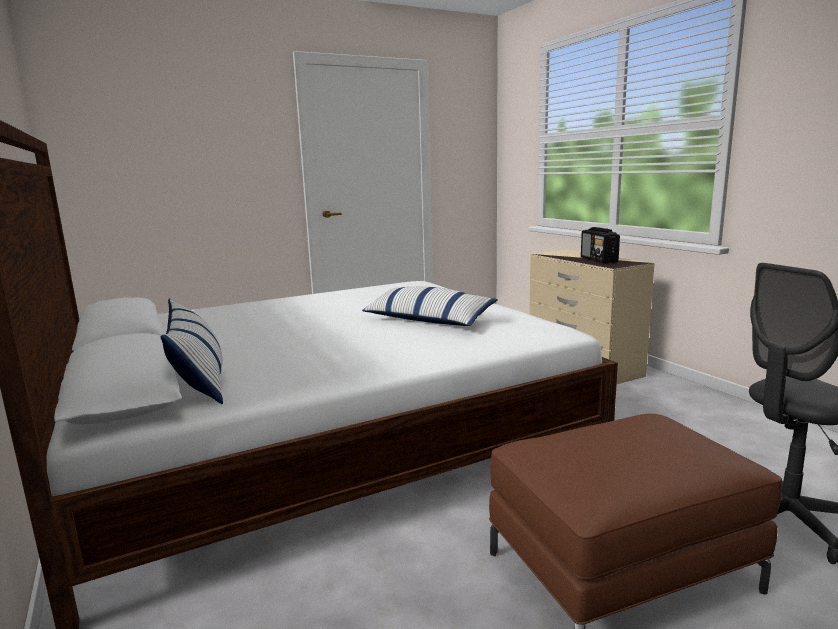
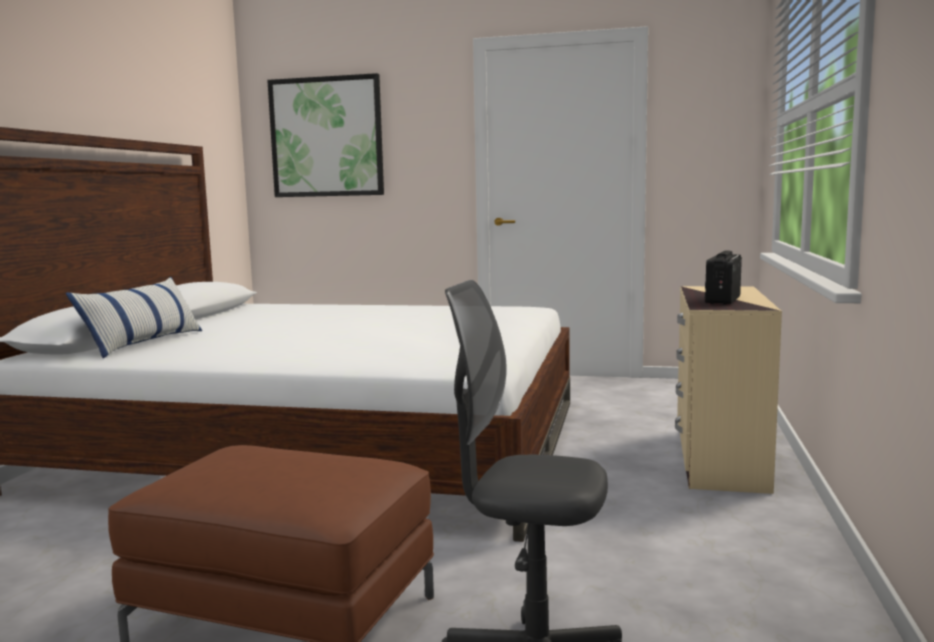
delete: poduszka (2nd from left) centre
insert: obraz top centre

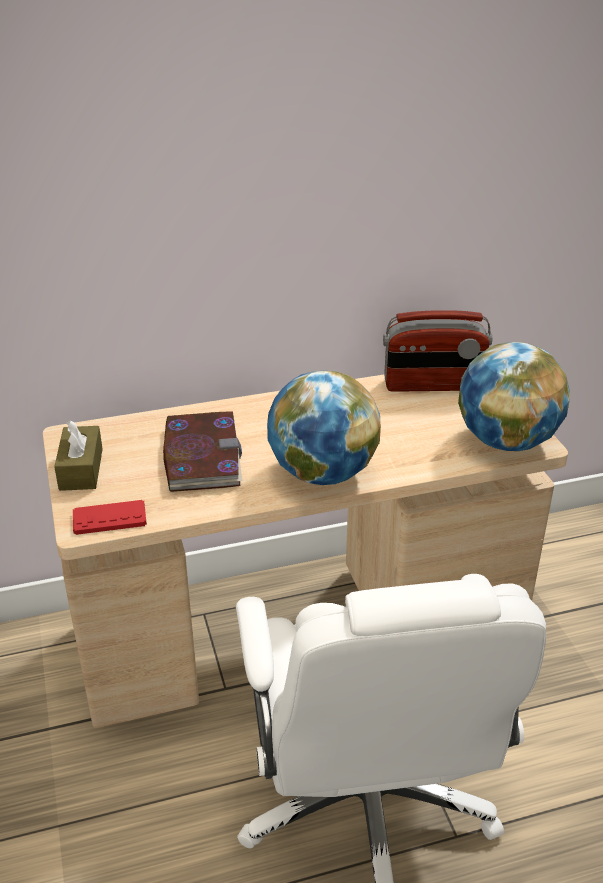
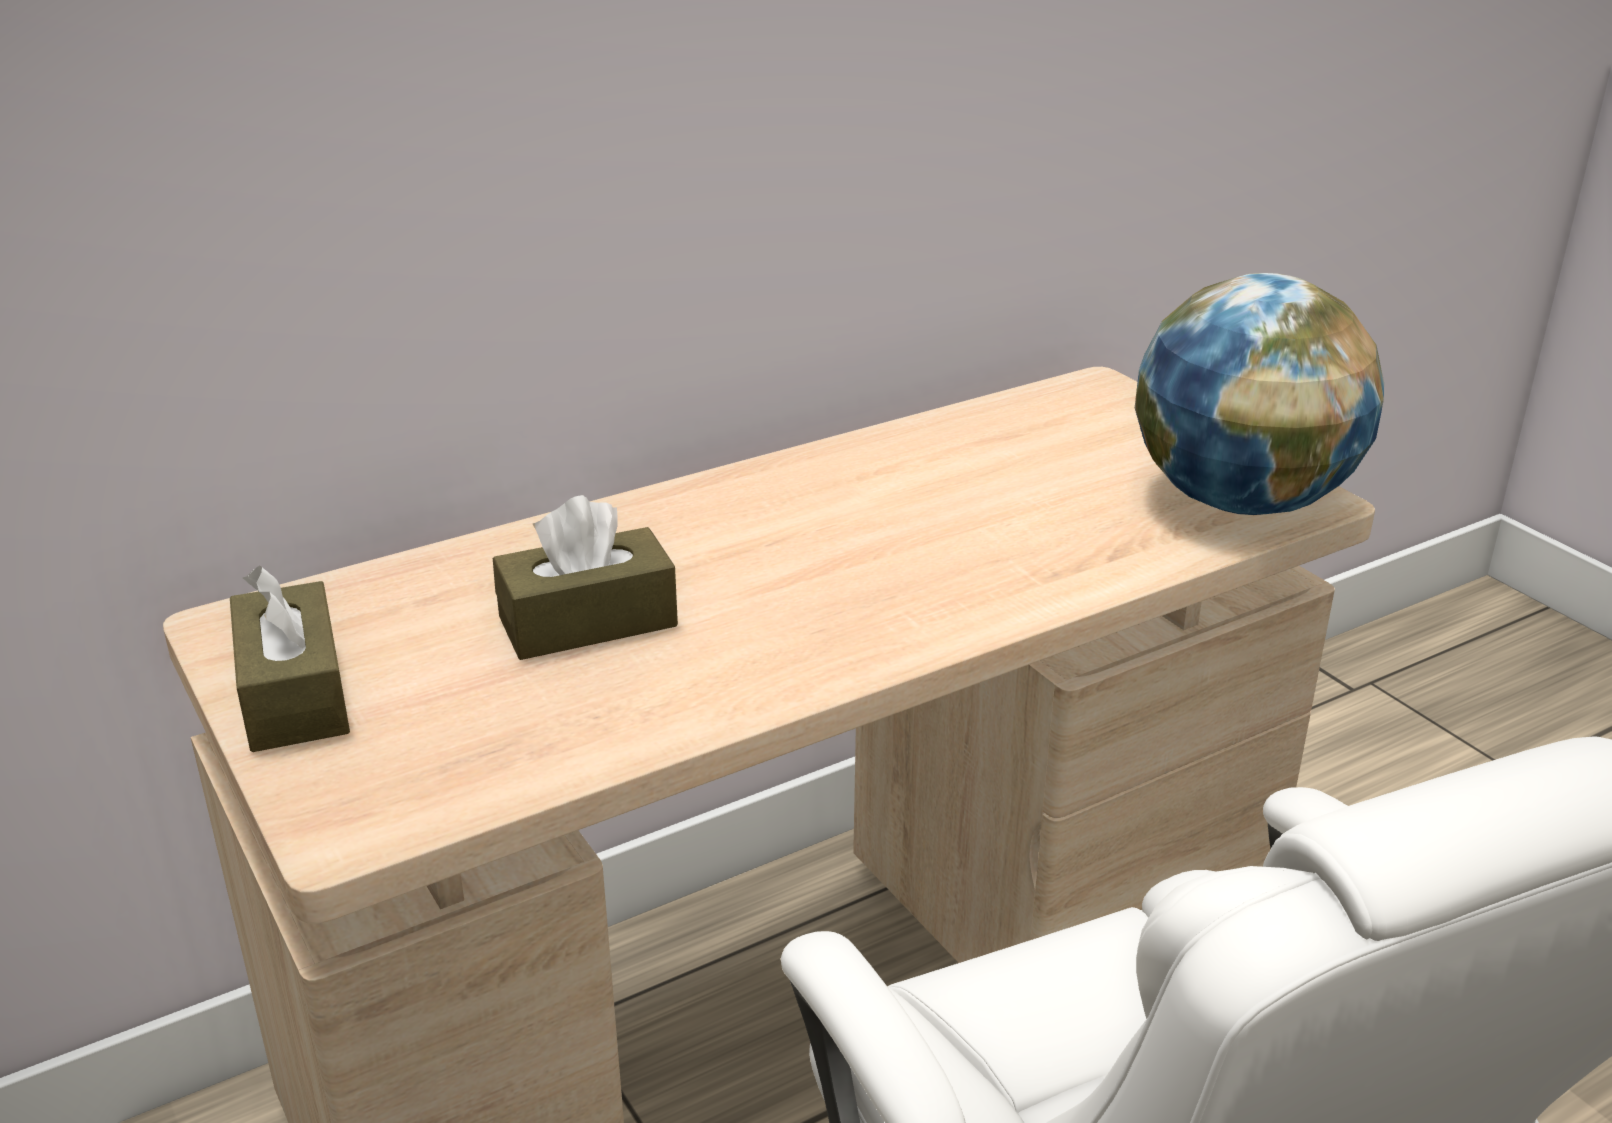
delete: pad do gier/czerwony middle left; globus (1st from left) centre; radio middle right
replace: książka centre to pudełko chusteczek/brązowy (2nd from left) centre

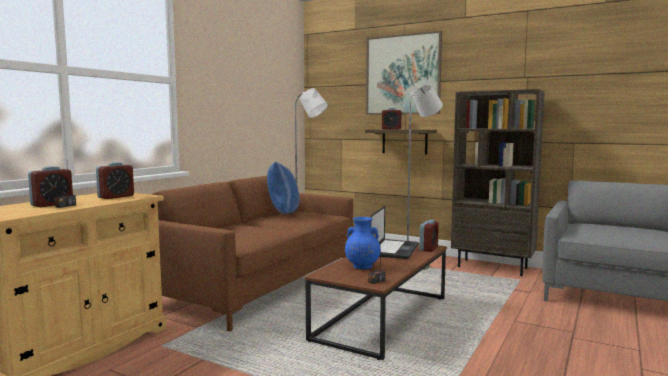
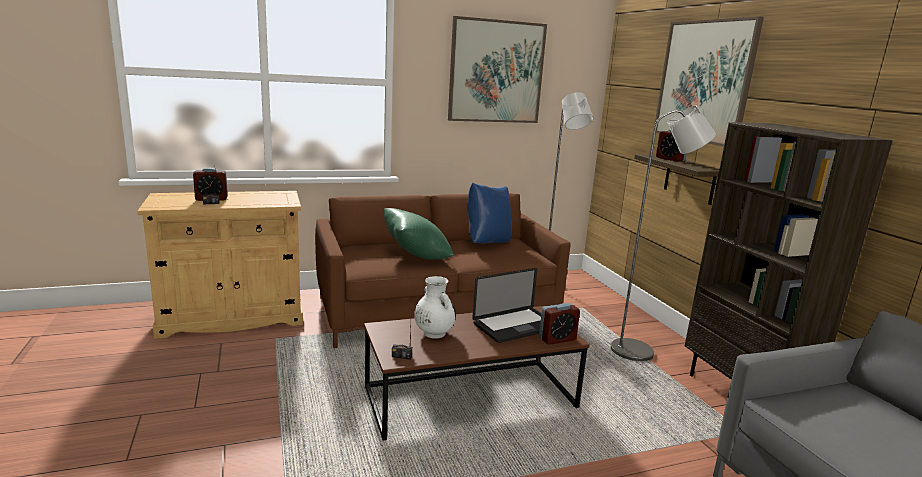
delete: budzik (2nd from left) middle left
insert: poduszka/zielony centre; obraz (1st from left) top centre
recolor: wazon/niebieski centre to wazon/biały centre

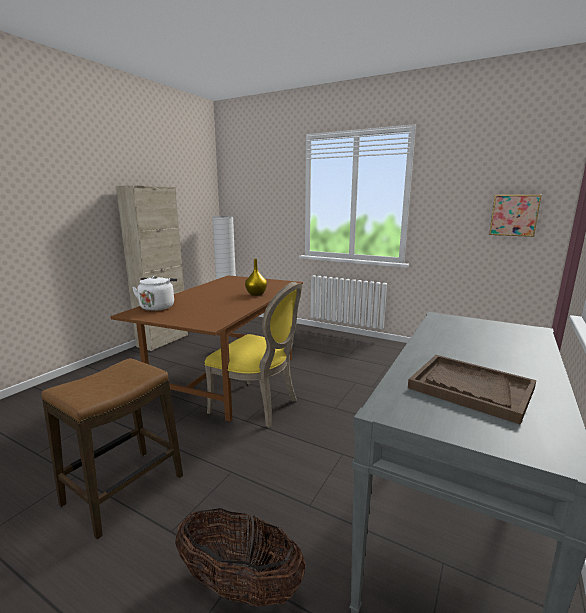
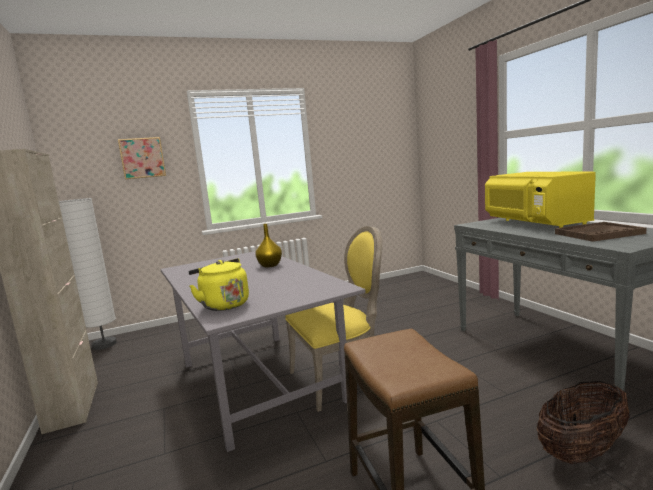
insert: mikrofalówka/żółty middle right
move: obraz middle right to top left
recolor: stół jadalny/brązowy centre to stół jadalny/szary bottom centre; czajnik/biały middle left to czajnik/żółty centre

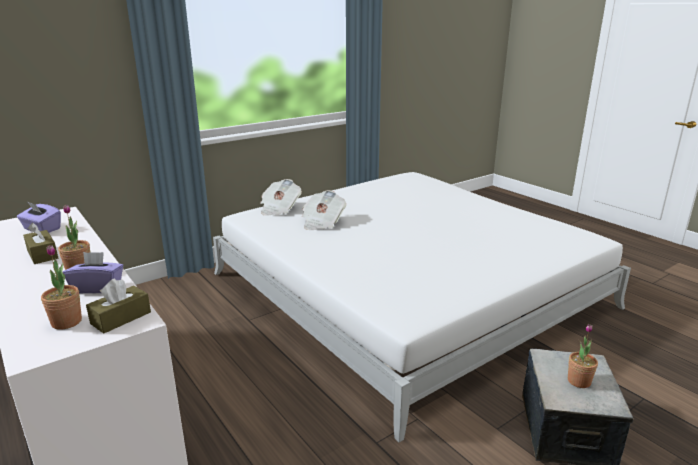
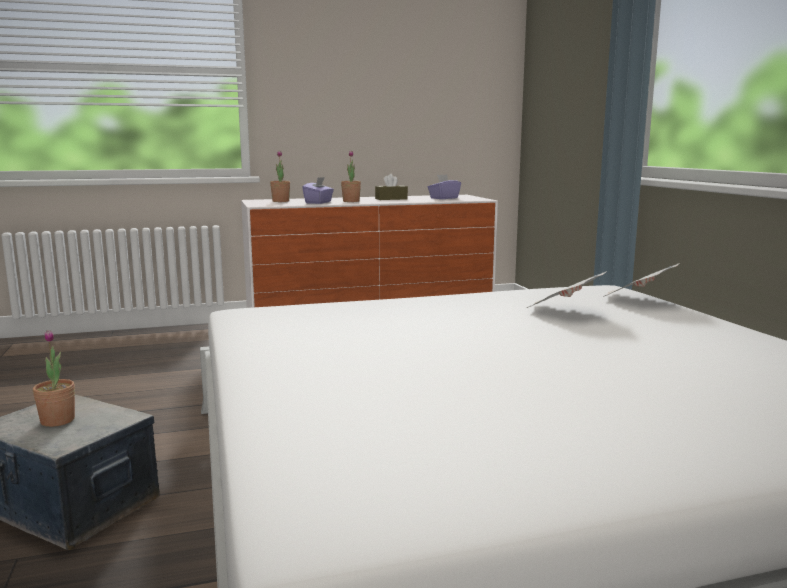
delete: pudełko chusteczek/brązowy (2nd from left) middle left

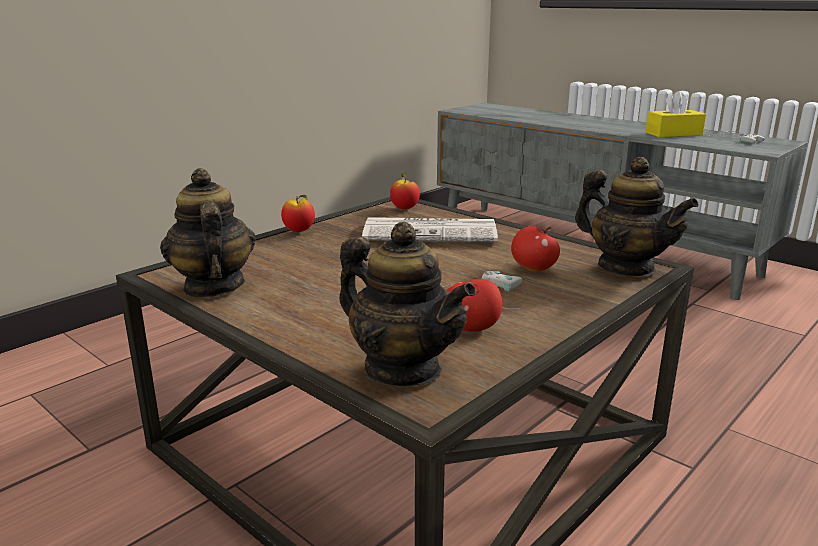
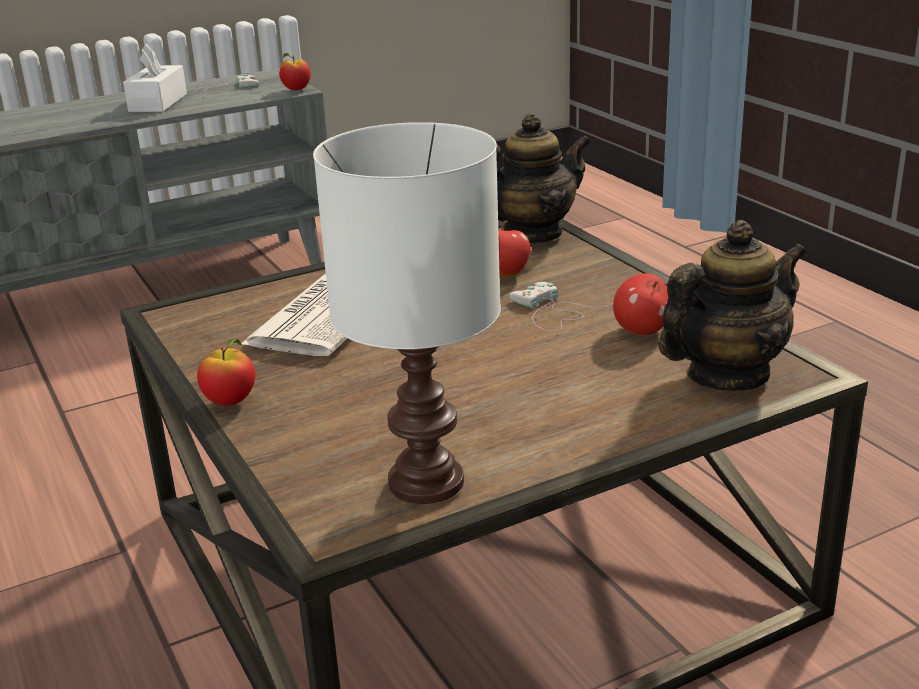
move: jabłko (2nd from left) centre to top left
replace: imbryk (1st from left) middle left to lampa stołowa/biały centre
recolor: pudełko chusteczek/żółty top right to pudełko chusteczek/biały top left

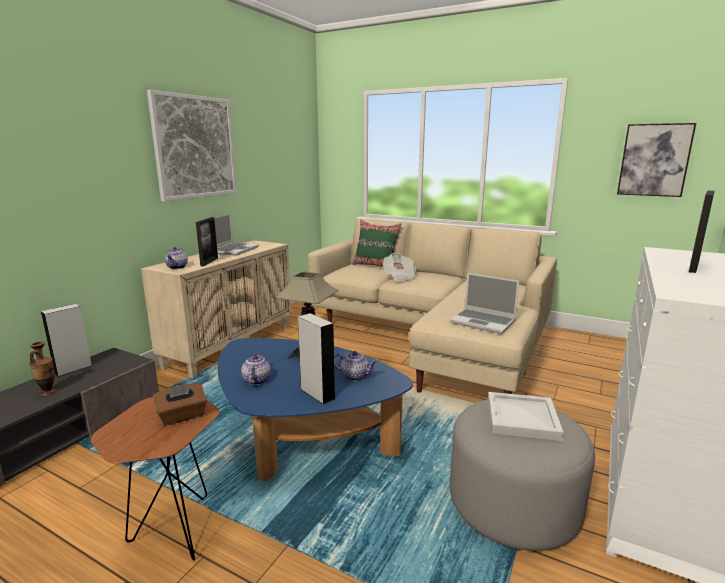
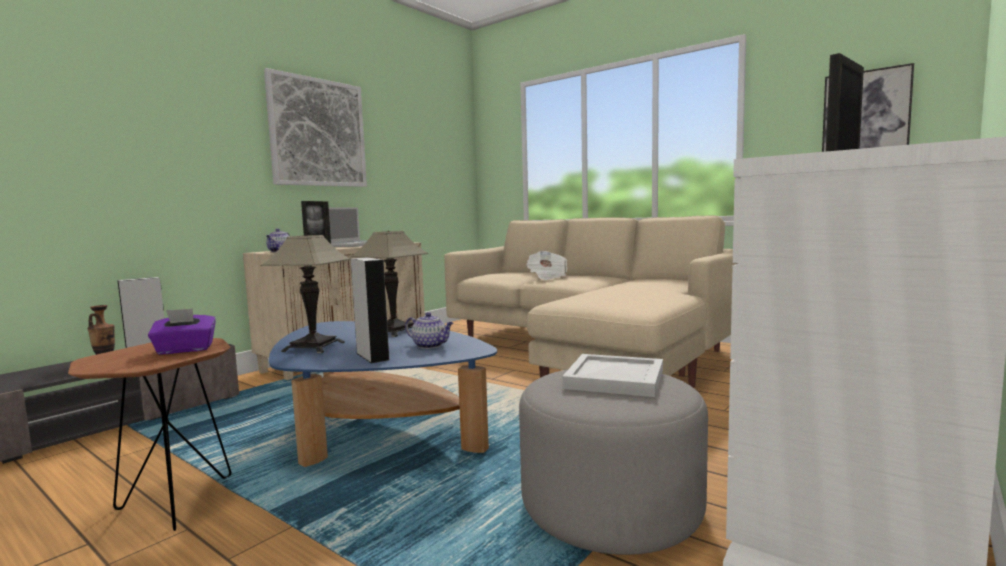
delete: poduszka/zielony centre; laptop (2nd from left) middle right
replace: imbryk (2nd from left) centre to lampa stołowa (1st from left) middle left
recolor: pudełko chusteczek/brązowy bottom left to pudełko chusteczek/fioletowy middle left

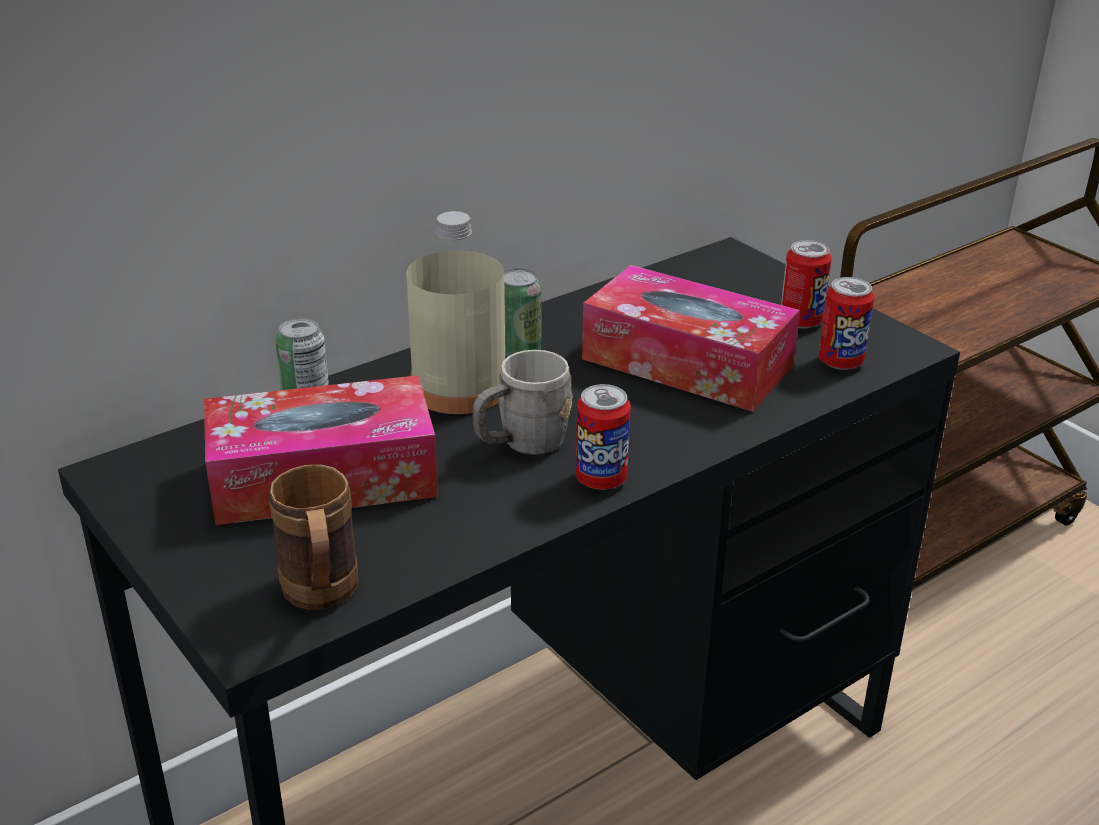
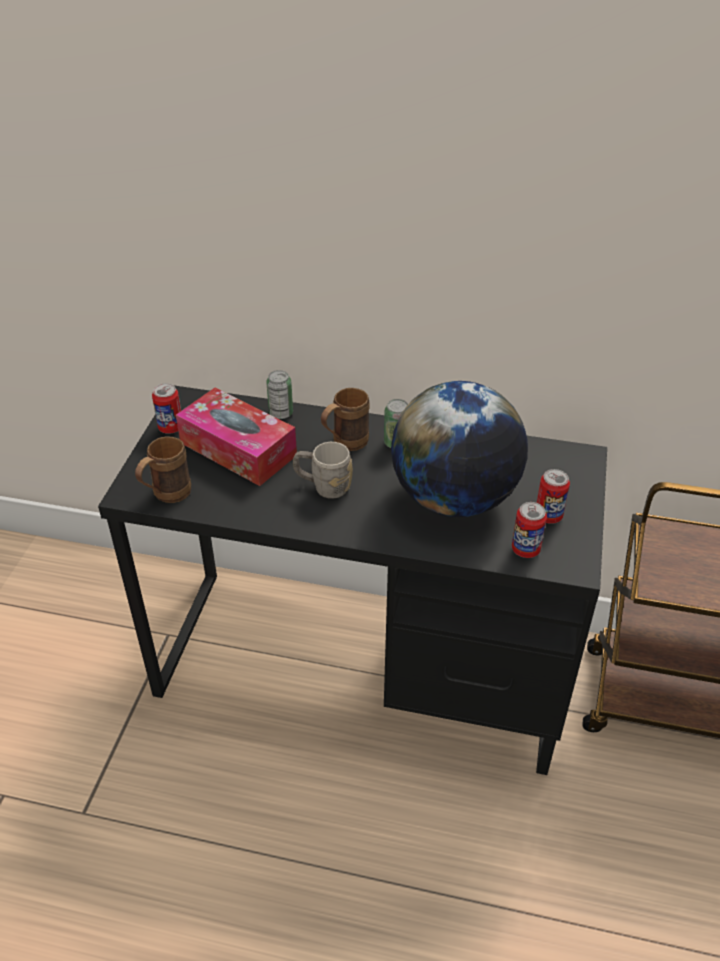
move: puszka (3rd from left in the first image) centre to puszka (1st from left) middle left
replace: butelka/beżowy centre to kubek/brązowy (2nd from left) centre; pudełko chusteczek (2nd from left) centre to globus centre

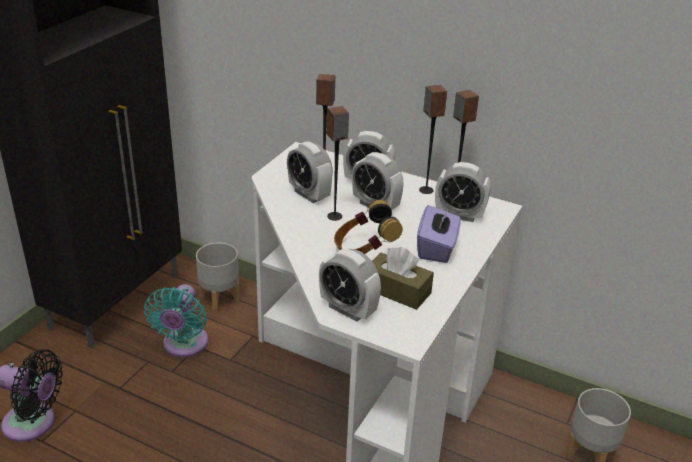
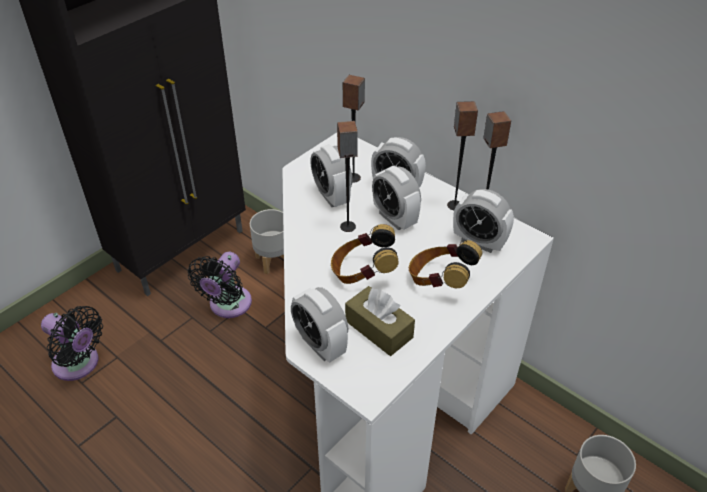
replace: pudełko chusteczek/fioletowy centre to słuchawki (2nd from left) centre
recolor: wentylator/turkusowy bottom left to wentylator/czarny (2nd from left) middle left

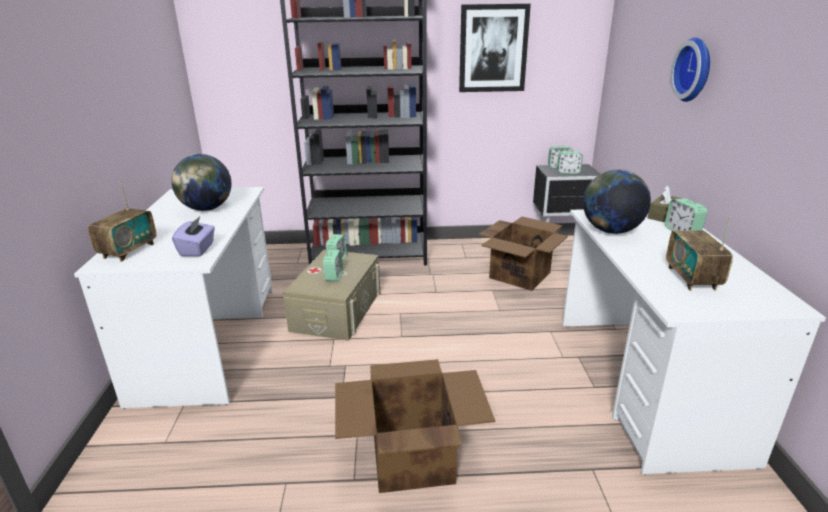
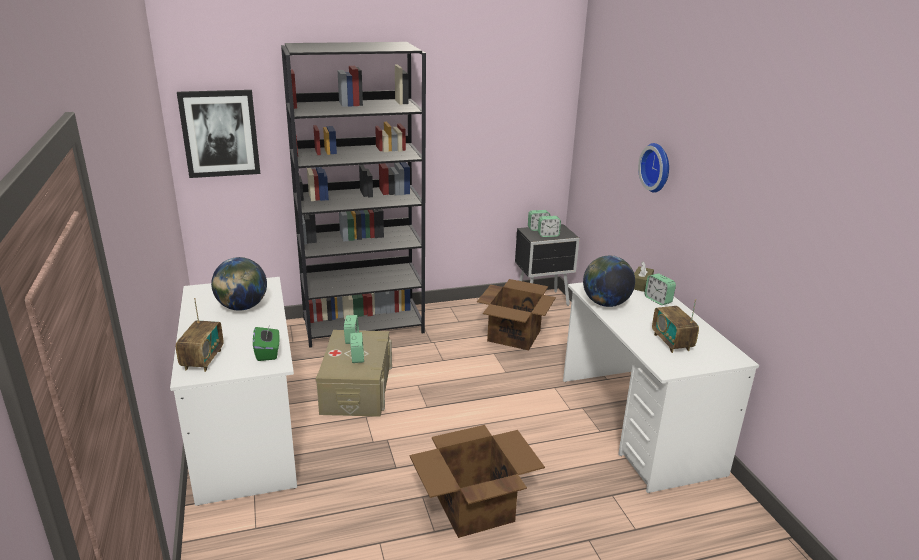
move: obraz top centre to top left
recolor: pudełko chusteczek/fioletowy middle left to pudełko chusteczek/zielony middle left

